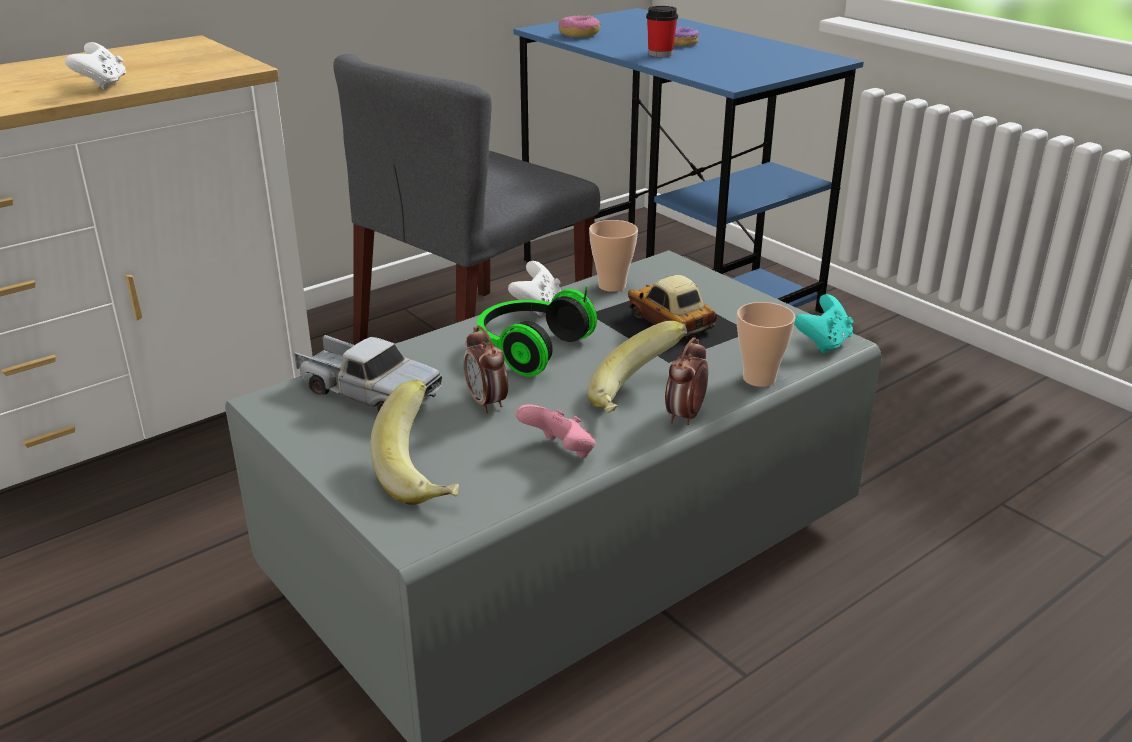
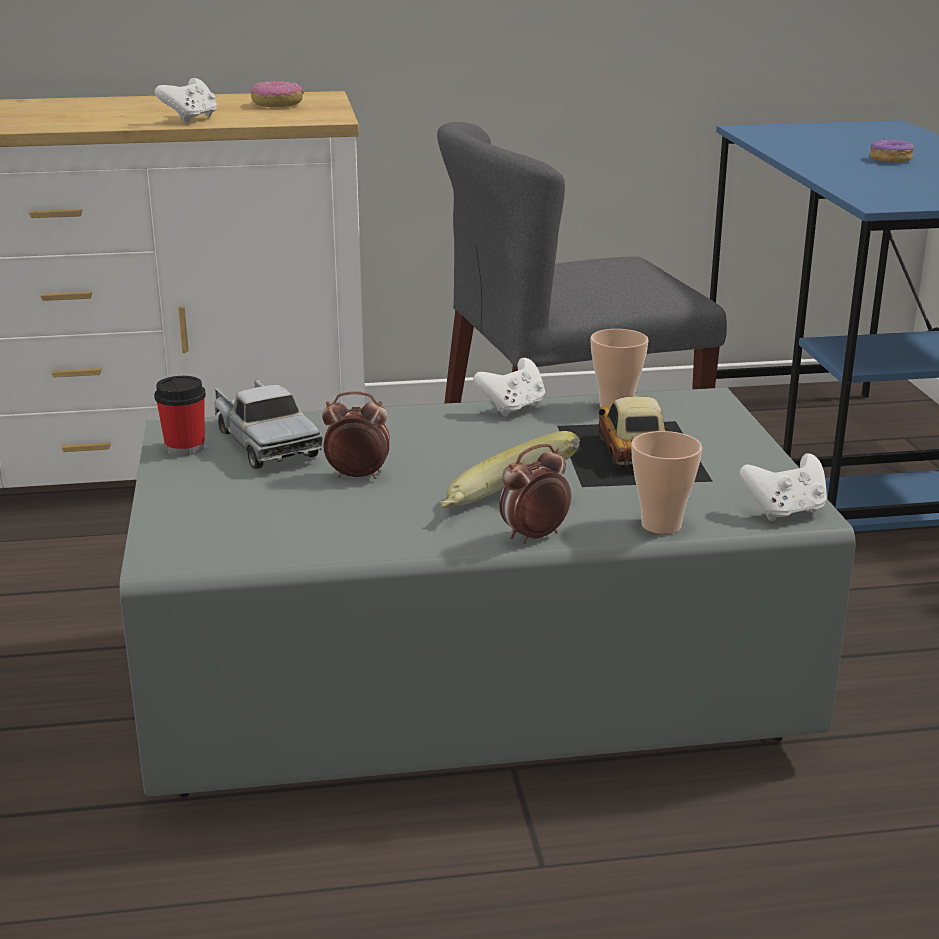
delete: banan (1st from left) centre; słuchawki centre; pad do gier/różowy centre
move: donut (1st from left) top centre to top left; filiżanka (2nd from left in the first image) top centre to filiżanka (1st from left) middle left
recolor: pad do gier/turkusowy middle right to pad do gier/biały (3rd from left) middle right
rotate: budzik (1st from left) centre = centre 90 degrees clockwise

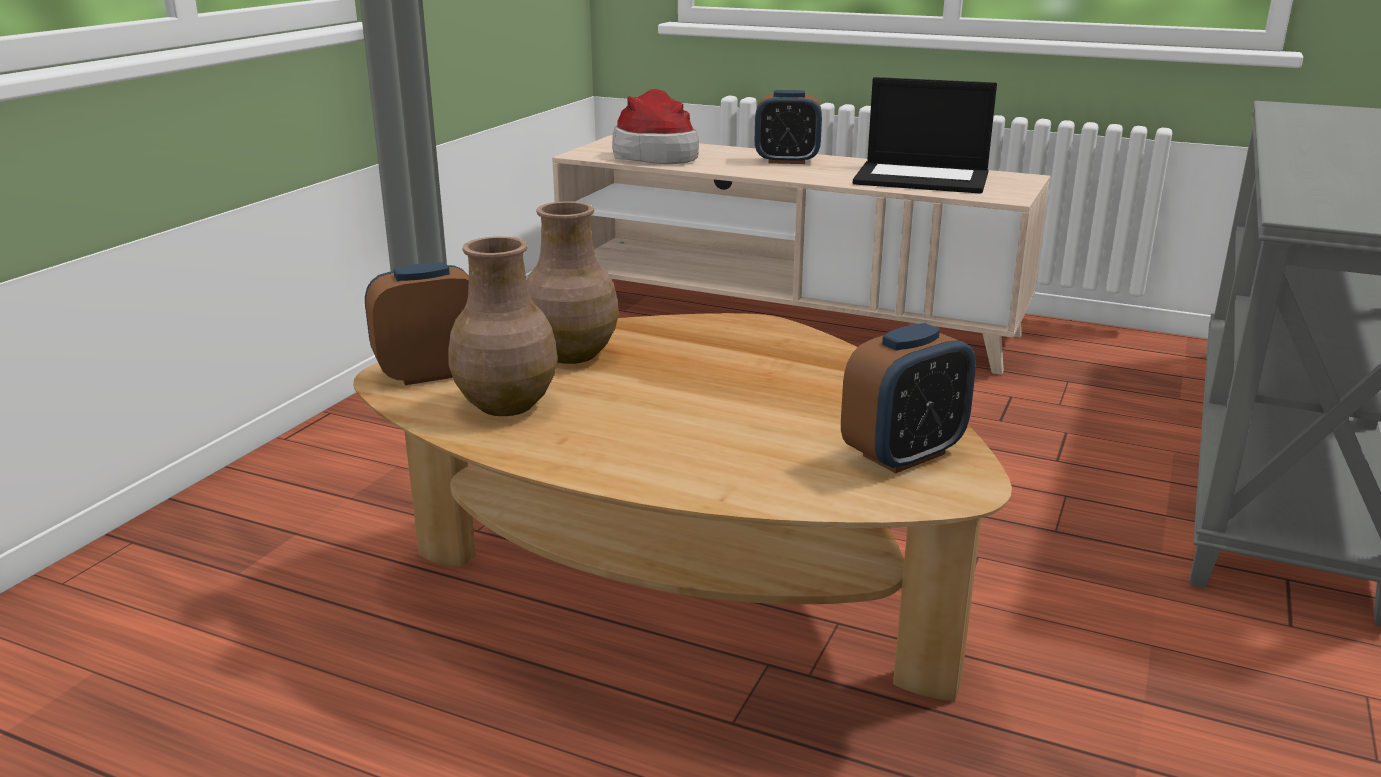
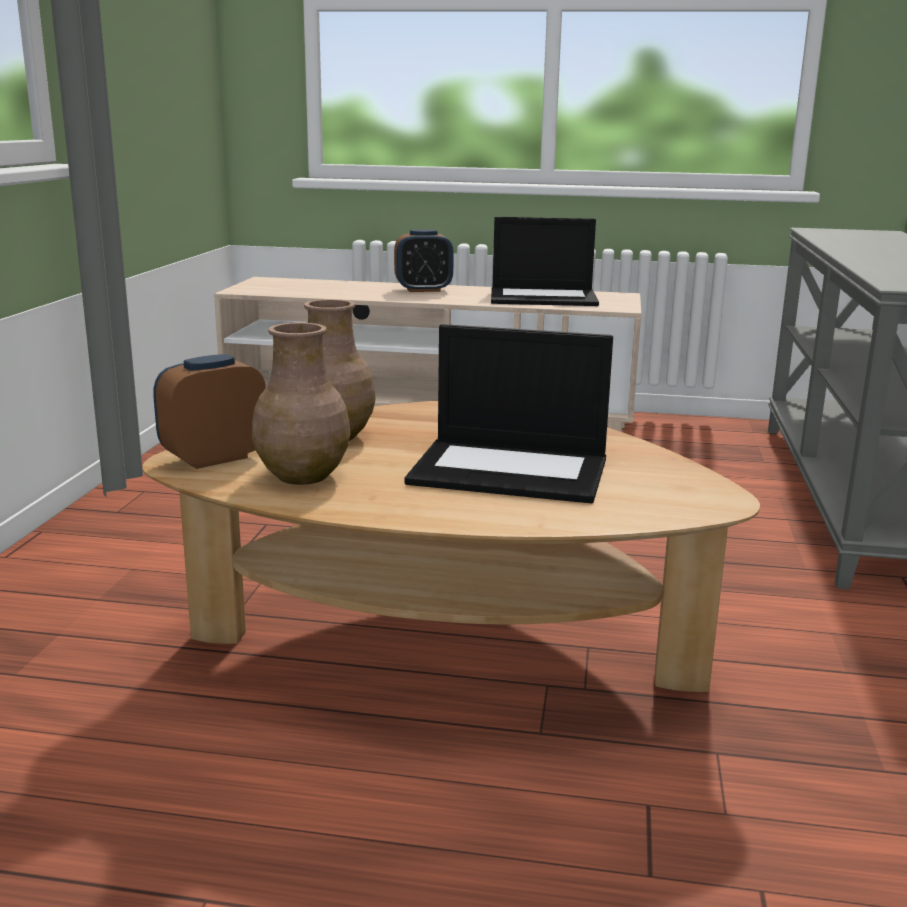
delete: kapelusz top centre; budzik (3rd from left) centre
insert: laptop (1st from left) centre

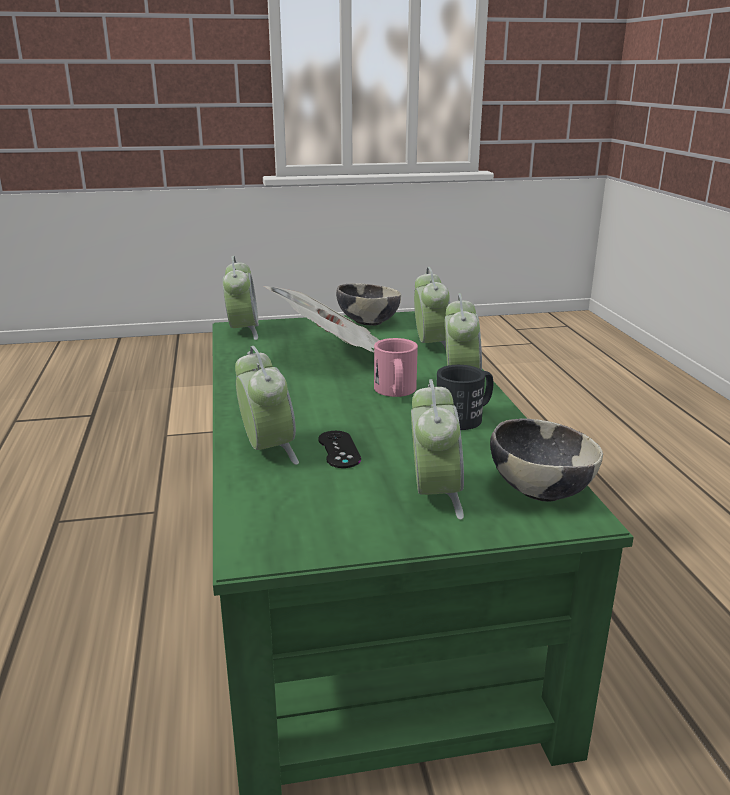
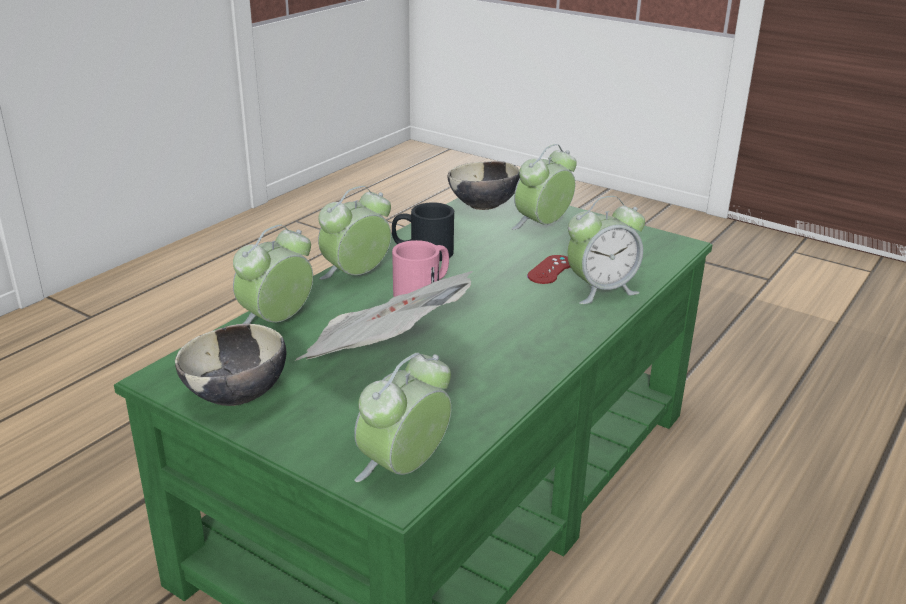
recolor: pad do gier/czarny centre to pad do gier/czerwony centre
rotate: budzik (2nd from left in the first image) centre = middle right 135 degrees counterclockwise

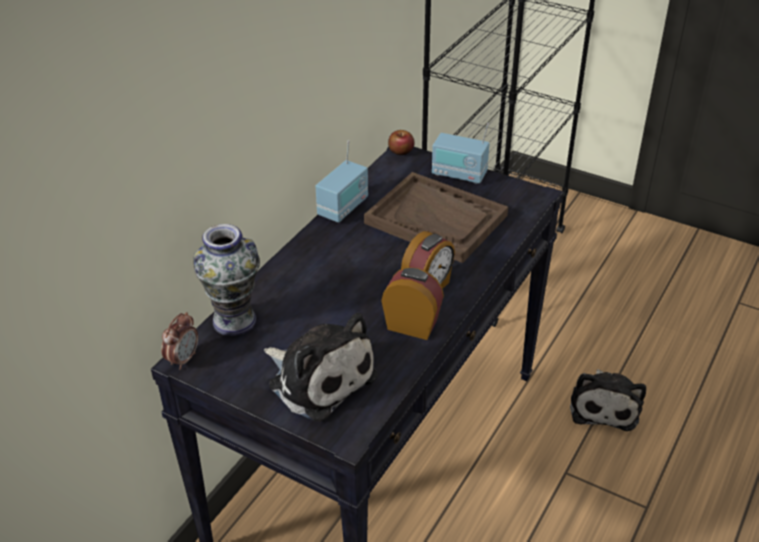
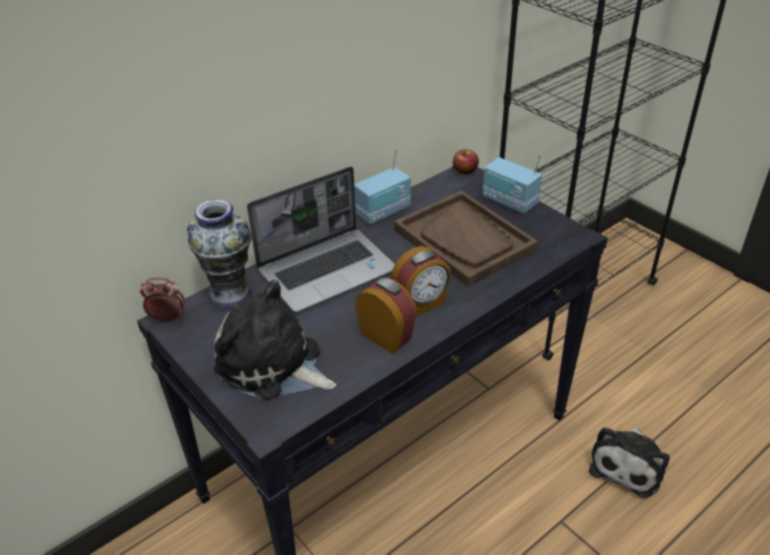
insert: laptop centre
rotate: budzik (1st from left) middle left = middle left 135 degrees counterclockwise; pluszak (1st from left) bottom centre = centre 150 degrees clockwise

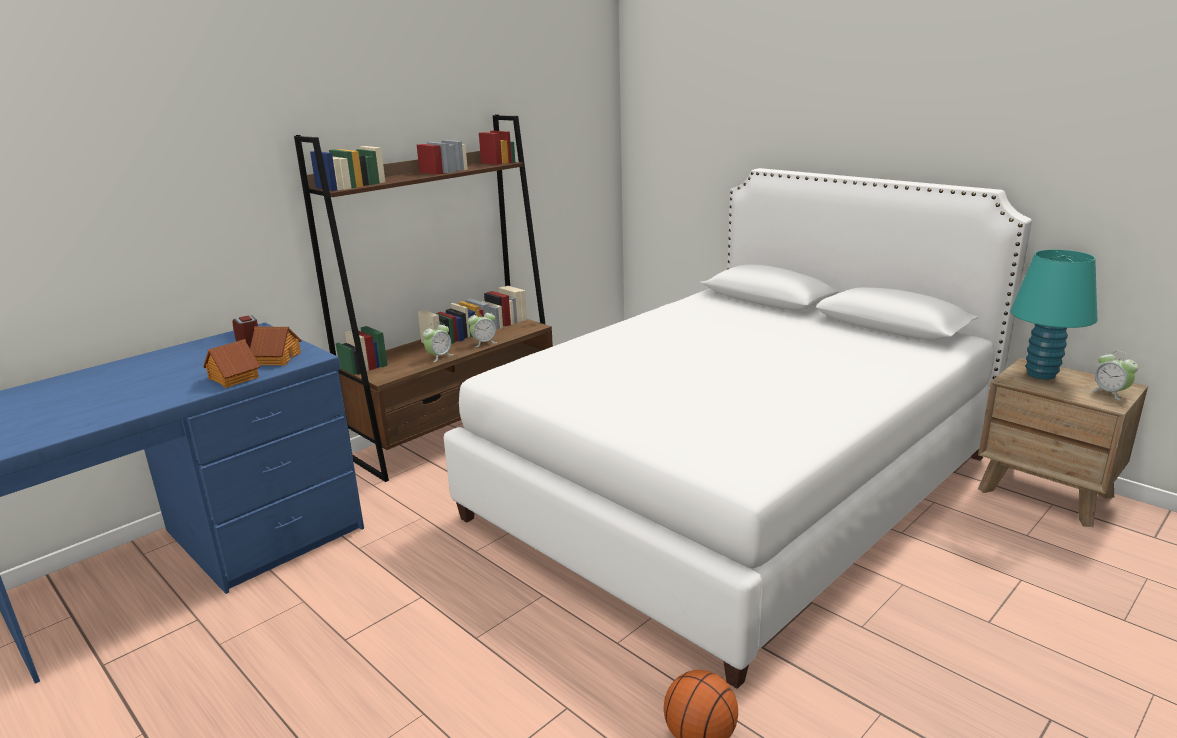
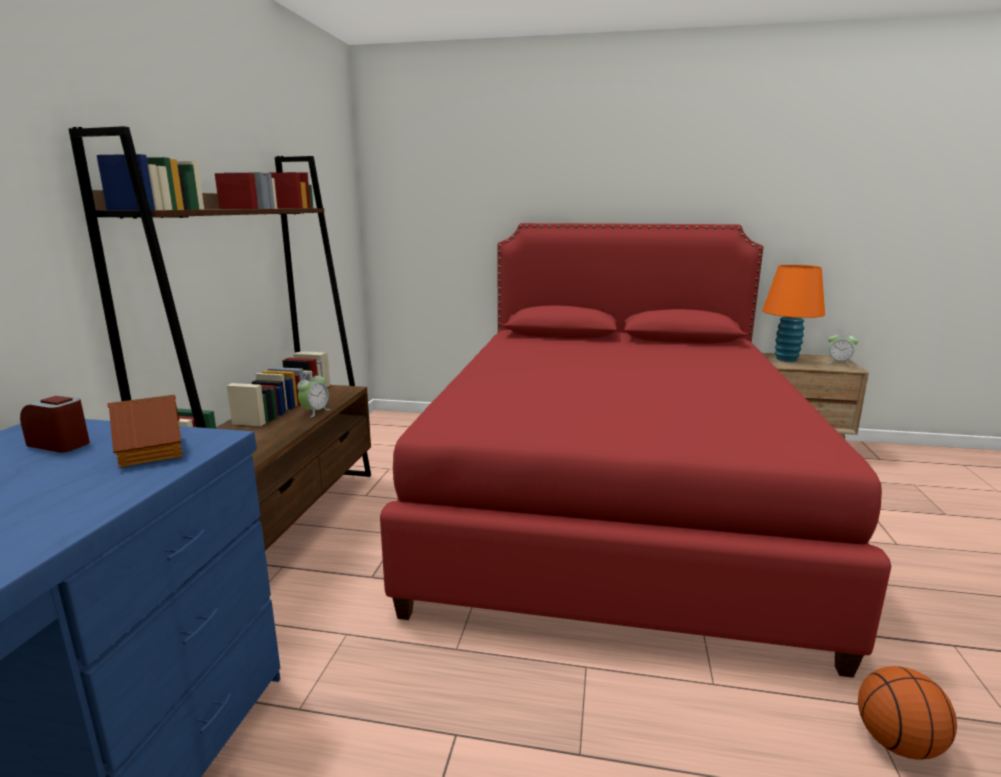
delete: domek (1st from left) middle left; budzik (2nd from left) centre
recolor: łóżko/biały centre to łóżko/czerwony centre; lampa stołowa/turkusowy middle right to lampa stołowa/pomarańczowy middle right

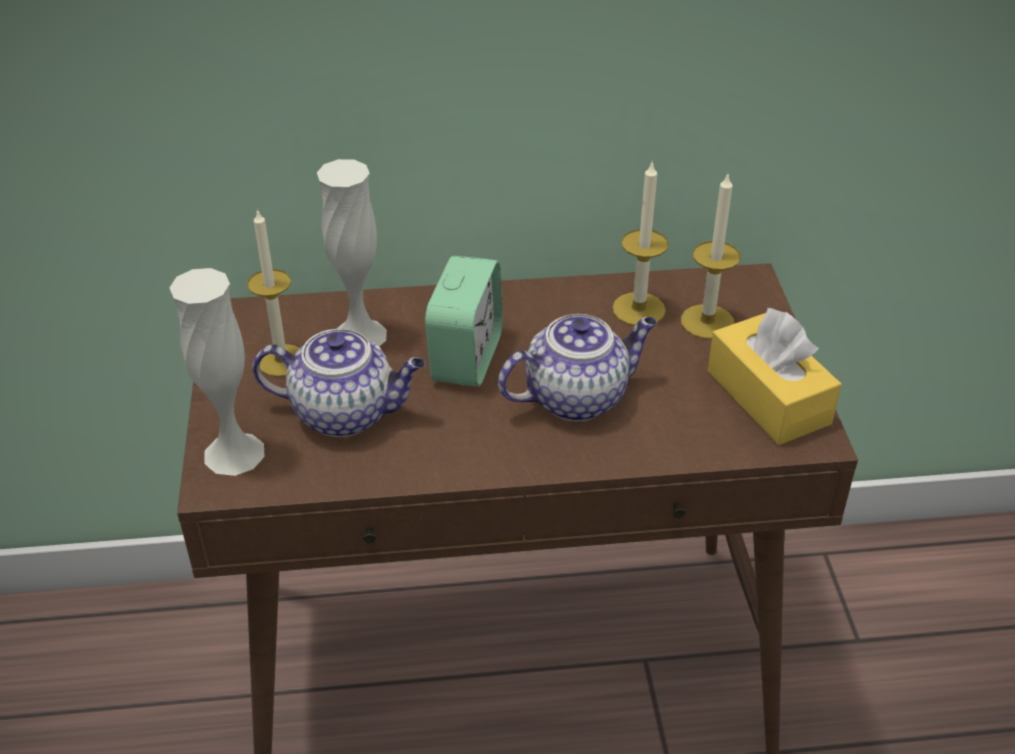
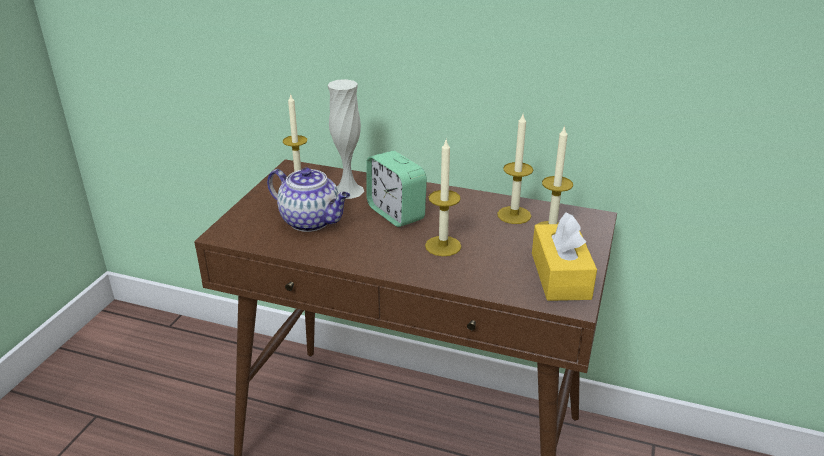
delete: wazon/biały (1st from left) middle left
replace: imbryk (2nd from left) centre to świeca (2nd from left) centre
rotate: budzik centre = centre 105 degrees clockwise

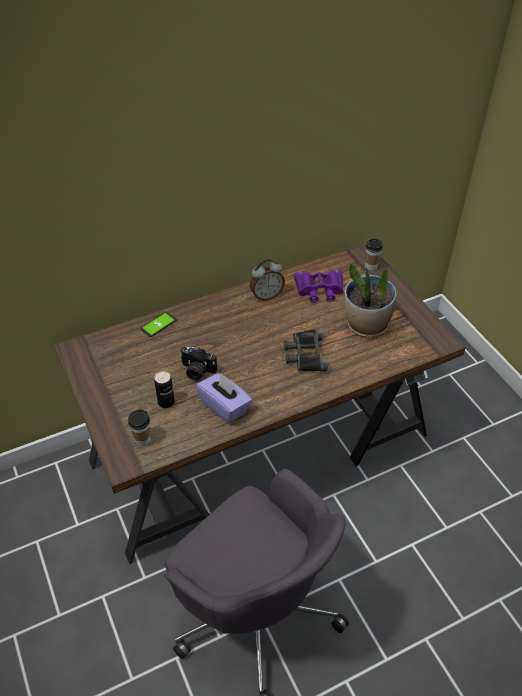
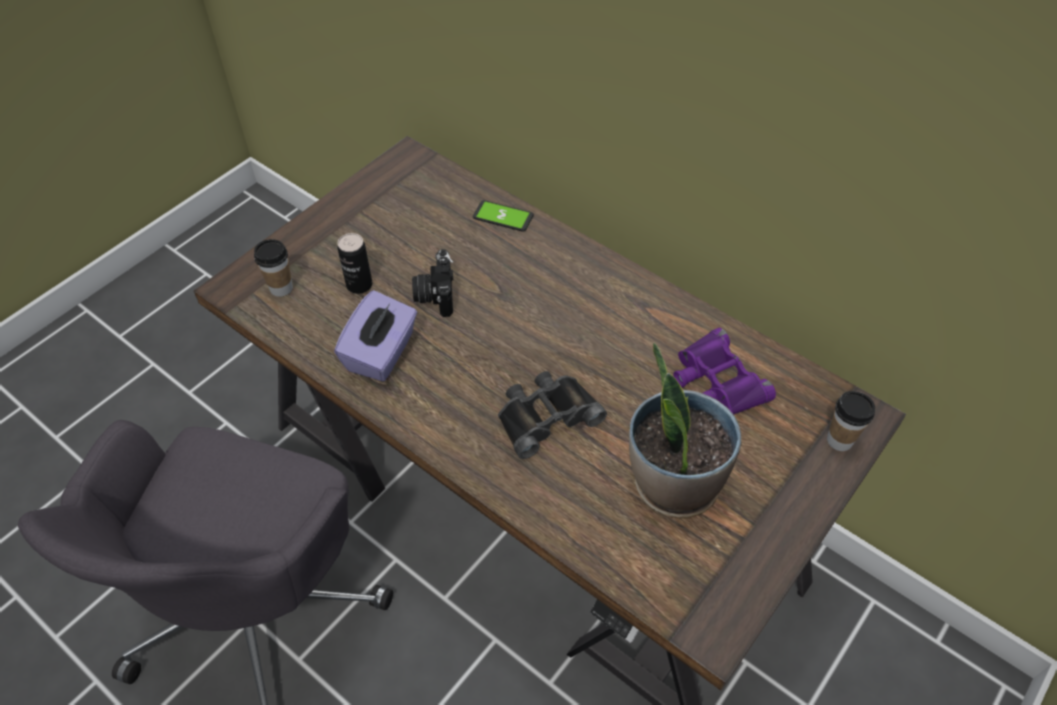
delete: budzik centre

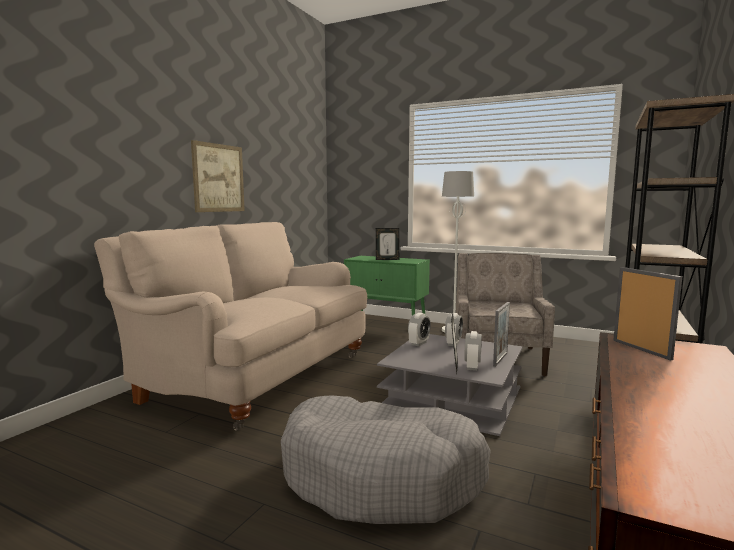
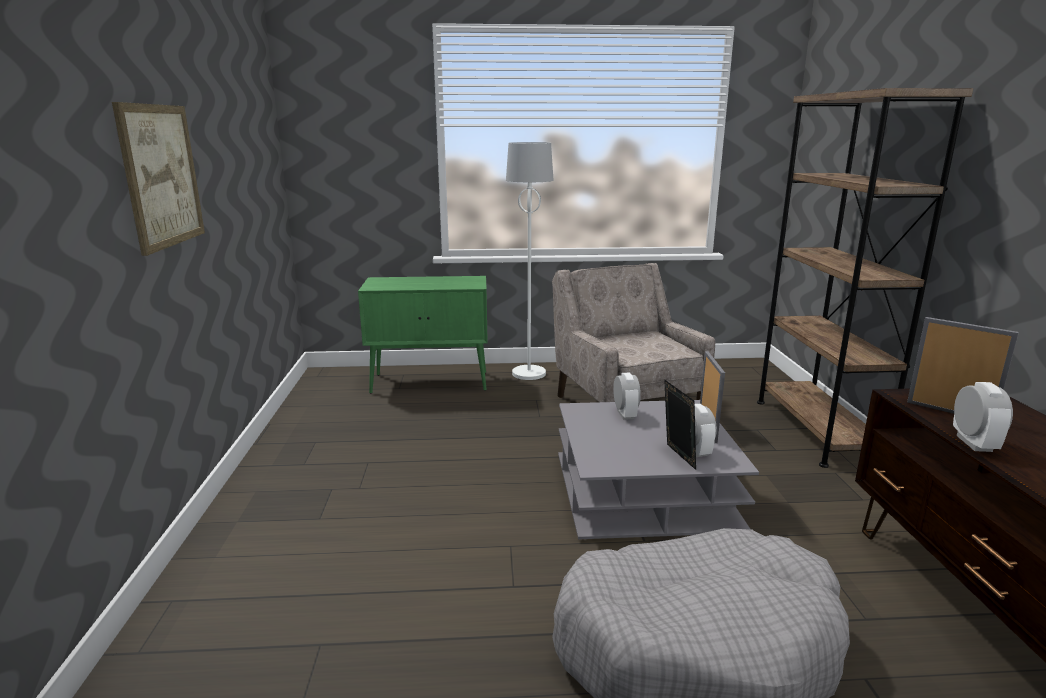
delete: kanapa/beżowy middle left; ramka na zdjęcie (1st from left) centre
move: budzik (1st from left in the first image) centre to budzik (3rd from left) middle right

